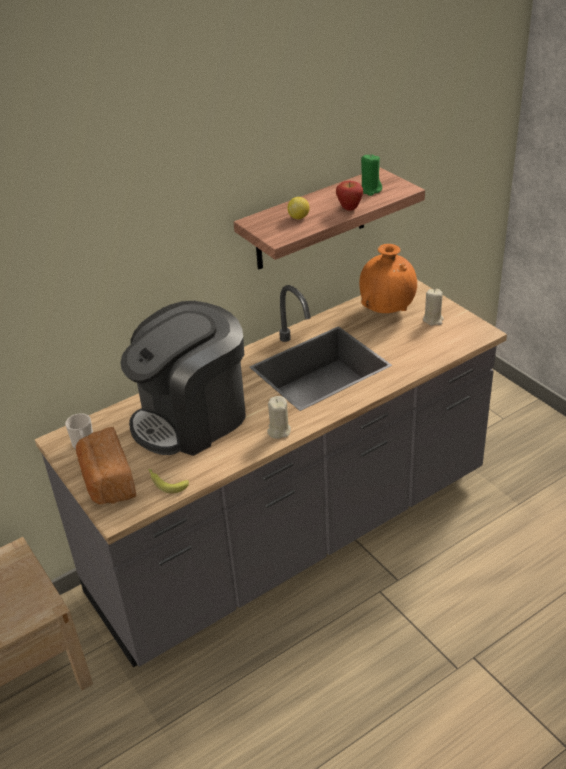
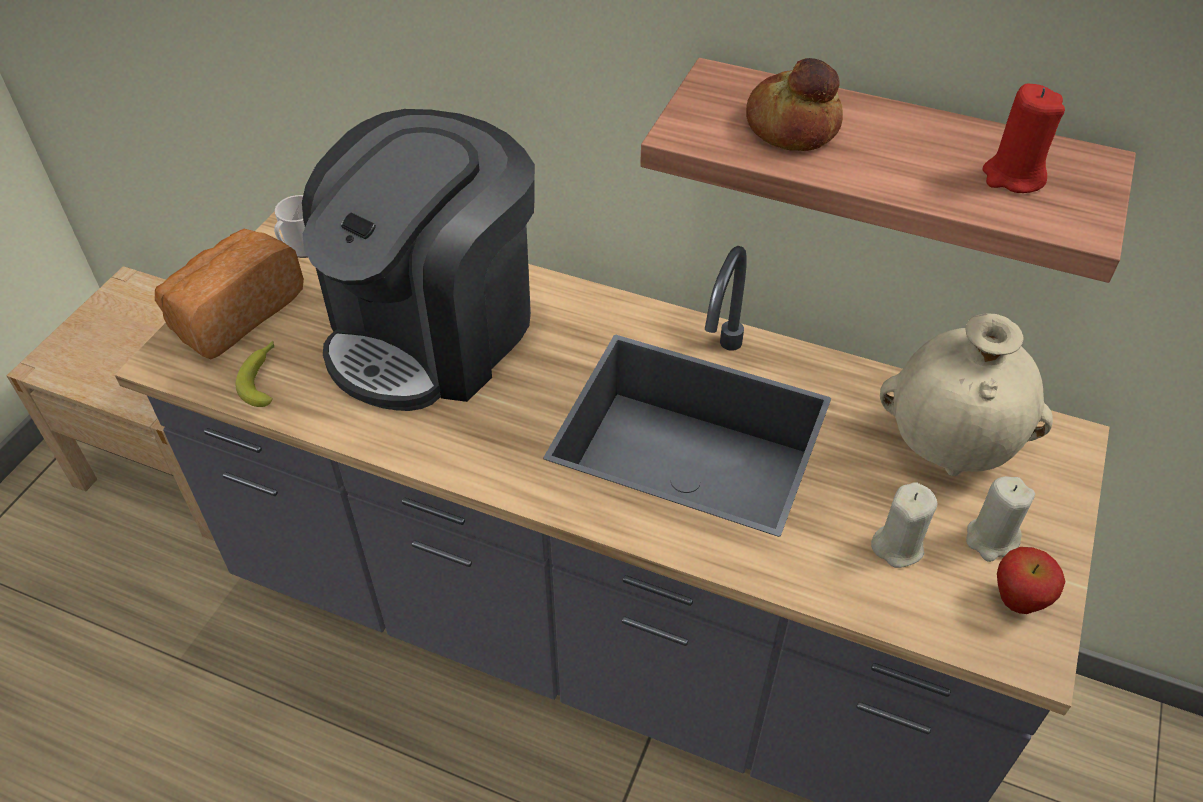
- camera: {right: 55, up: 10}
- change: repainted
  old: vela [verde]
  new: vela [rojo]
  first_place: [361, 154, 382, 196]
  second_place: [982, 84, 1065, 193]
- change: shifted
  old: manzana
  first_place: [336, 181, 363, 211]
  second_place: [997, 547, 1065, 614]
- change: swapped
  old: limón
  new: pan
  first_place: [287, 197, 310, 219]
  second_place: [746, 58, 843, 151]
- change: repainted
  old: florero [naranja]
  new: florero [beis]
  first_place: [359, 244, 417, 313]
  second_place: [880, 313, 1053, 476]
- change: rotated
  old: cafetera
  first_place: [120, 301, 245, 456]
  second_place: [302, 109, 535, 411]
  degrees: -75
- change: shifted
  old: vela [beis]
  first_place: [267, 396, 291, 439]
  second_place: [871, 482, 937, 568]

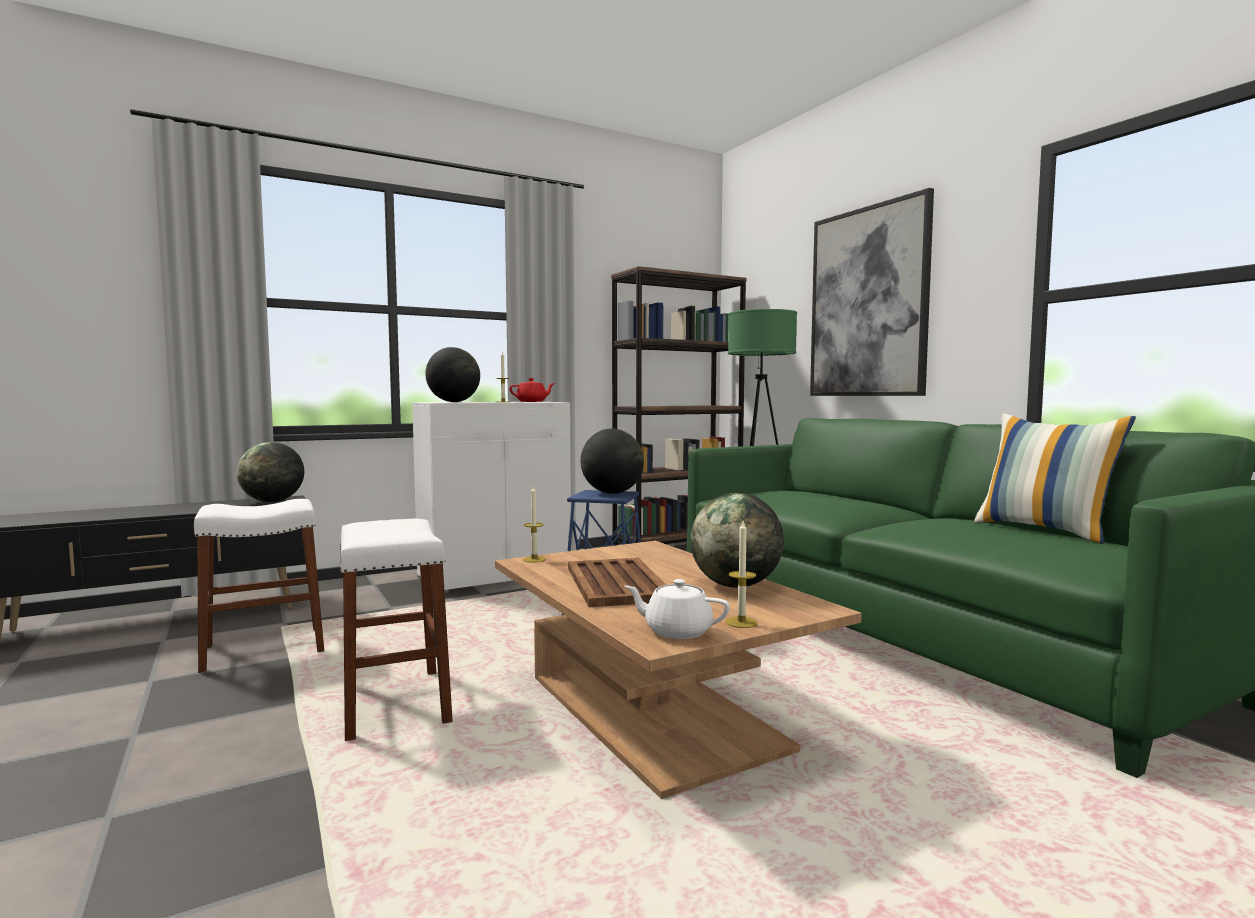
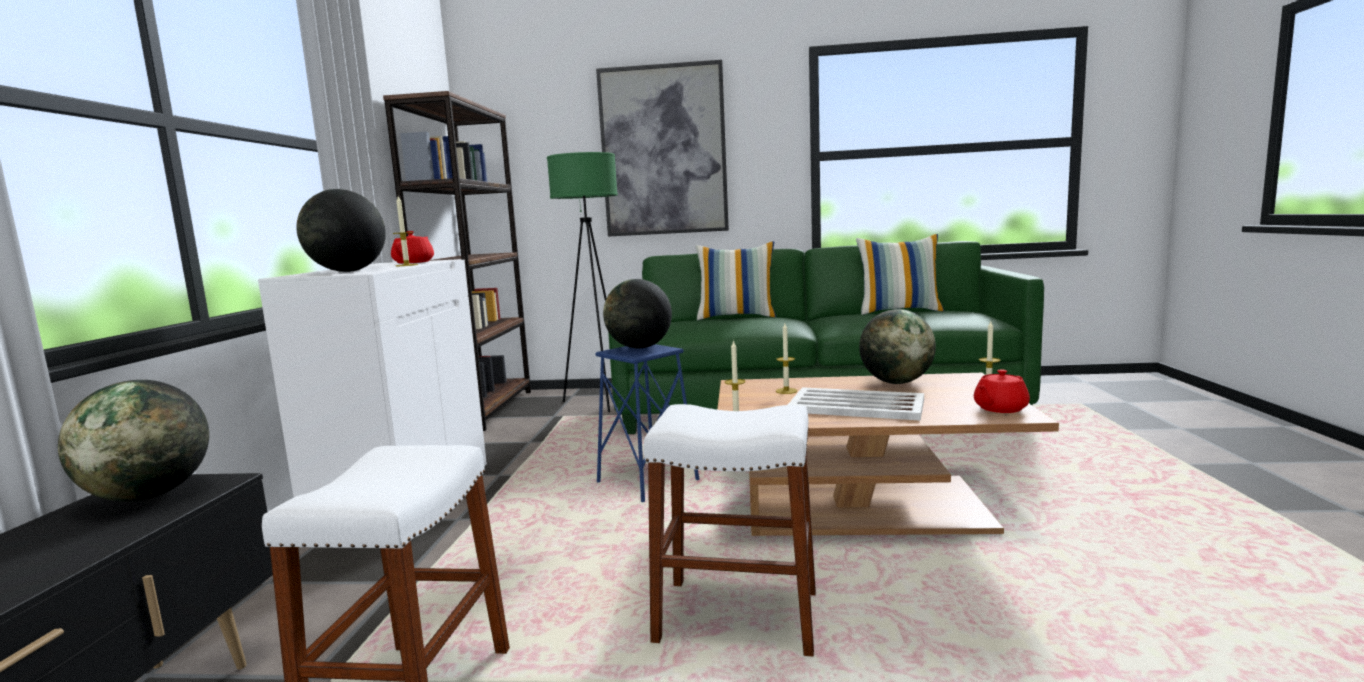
- camera: {right: -55, up: 5}
- change: repainted
  old: bandeja [marrón]
  new: bandeja [blanco]
  first_place: [568, 558, 666, 607]
  second_place: [788, 387, 924, 421]
- change: repainted
  old: tetera [blanco]
  new: tetera [rojo]
  first_place: [624, 579, 730, 639]
  second_place: [974, 369, 1030, 413]
- change: new
  new: cojín
  second_place: [696, 241, 776, 320]
- change: new
  new: vela
  second_place: [776, 323, 797, 394]

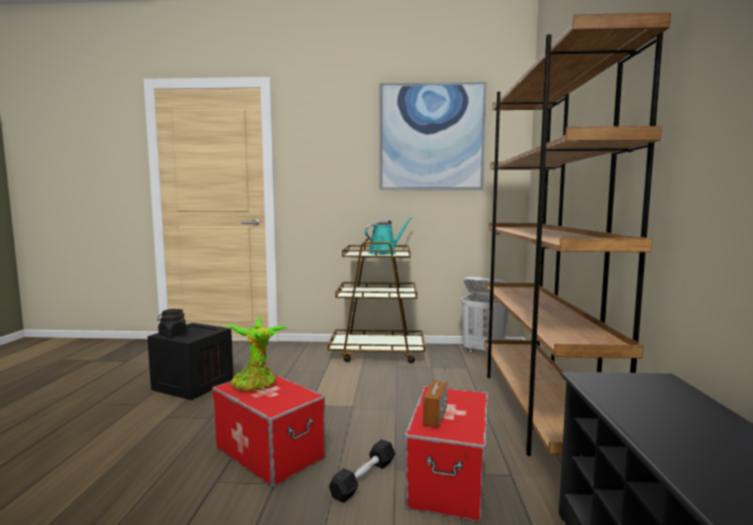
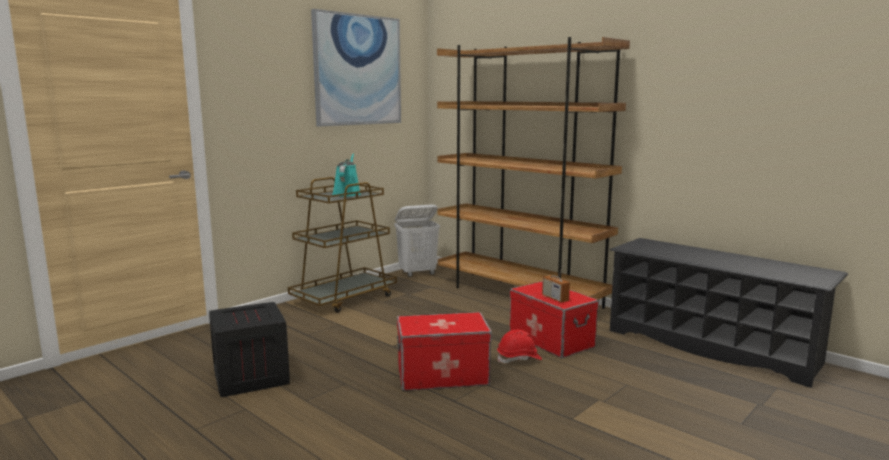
- camera: {right: -50, up: 5}
- change: gone
  old: tarro [negro]
  first_place: [157, 309, 186, 337]
- change: gone
  old: planta en maceta
  first_place: [225, 316, 287, 391]
- change: swapped
  old: mancuerna [negro]
  new: casco [rojo]
  first_place: [329, 439, 395, 503]
  second_place: [497, 329, 542, 363]

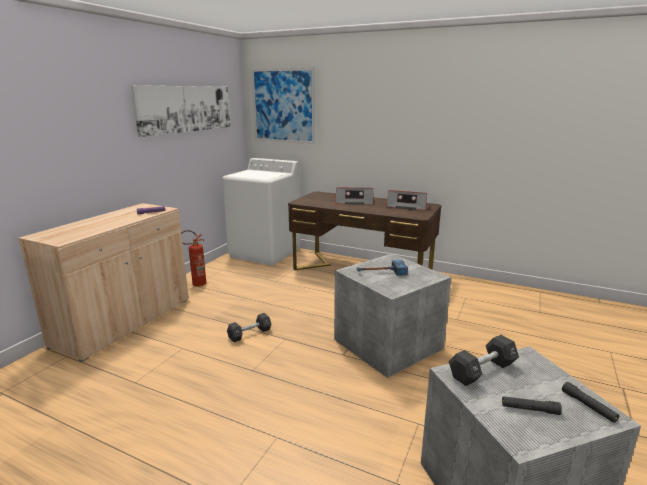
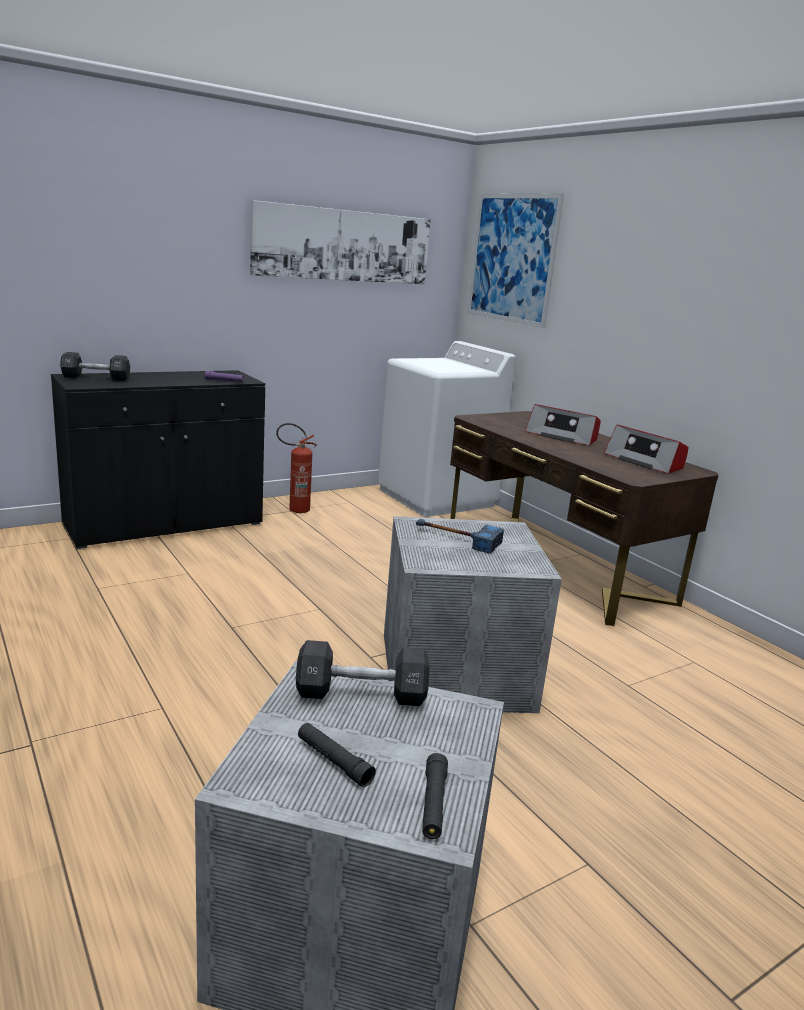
- camera: {right: 30, up: 0}
- change: repainted
  old: armario [beis]
  new: armario [negro]
  first_place: [18, 203, 189, 362]
  second_place: [51, 370, 265, 549]
- change: shifted
  old: mancuerna [negro]
  first_place: [227, 313, 271, 342]
  second_place: [60, 352, 130, 381]

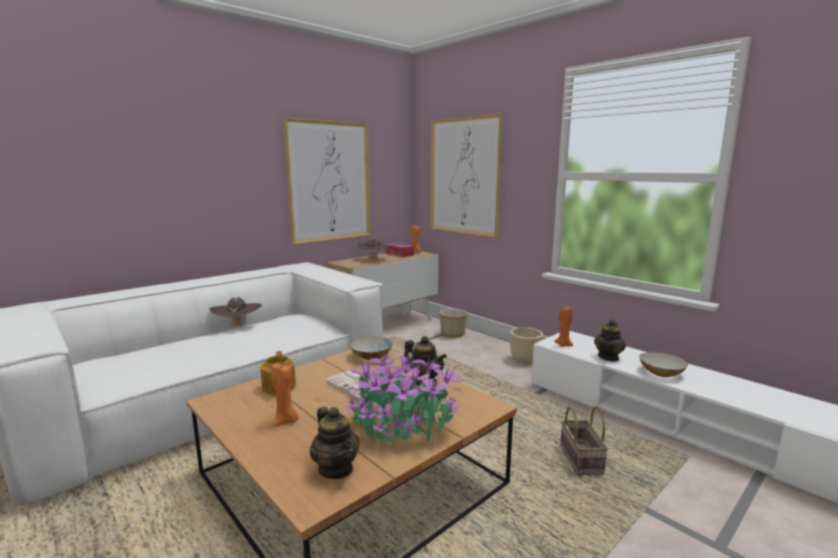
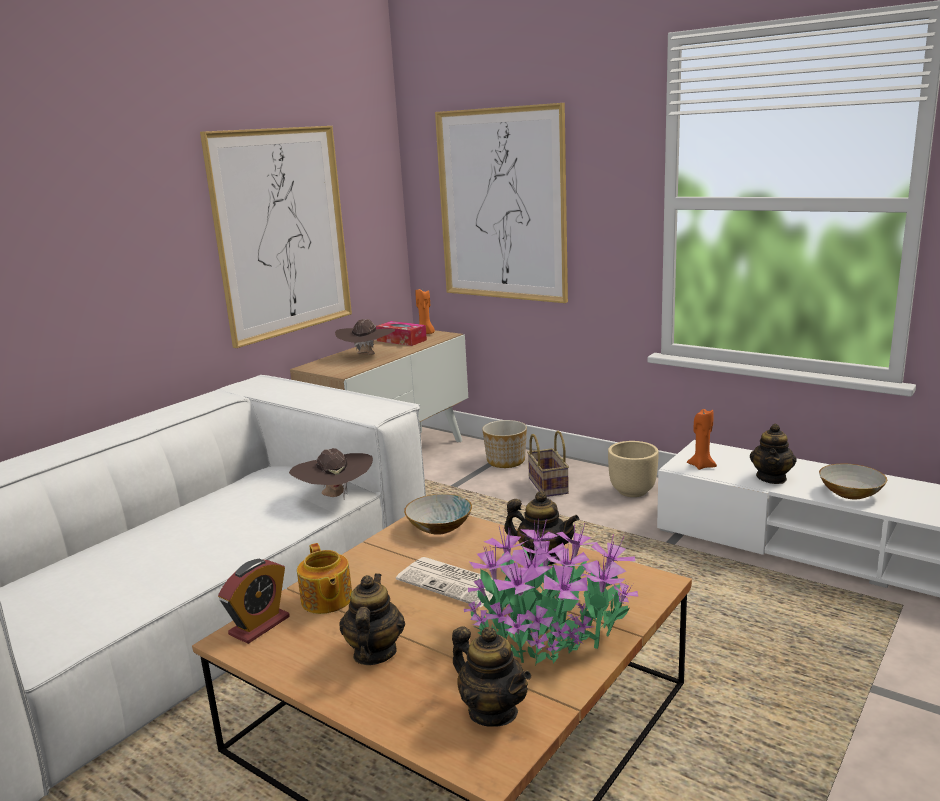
- camera: {right: -10, up: 5}
- change: shifted
  old: sombrero [marrón]
  first_place: [209, 297, 262, 328]
  second_place: [289, 448, 373, 500]
- change: swapped
  old: vela [naranja]
  new: tetera
  first_place: [271, 363, 299, 427]
  second_place: [339, 573, 405, 665]
- change: shifted
  old: cesta
  first_place: [560, 406, 608, 475]
  second_place: [527, 431, 569, 497]
- change: new
  new: despertador
  second_place: [218, 559, 290, 644]

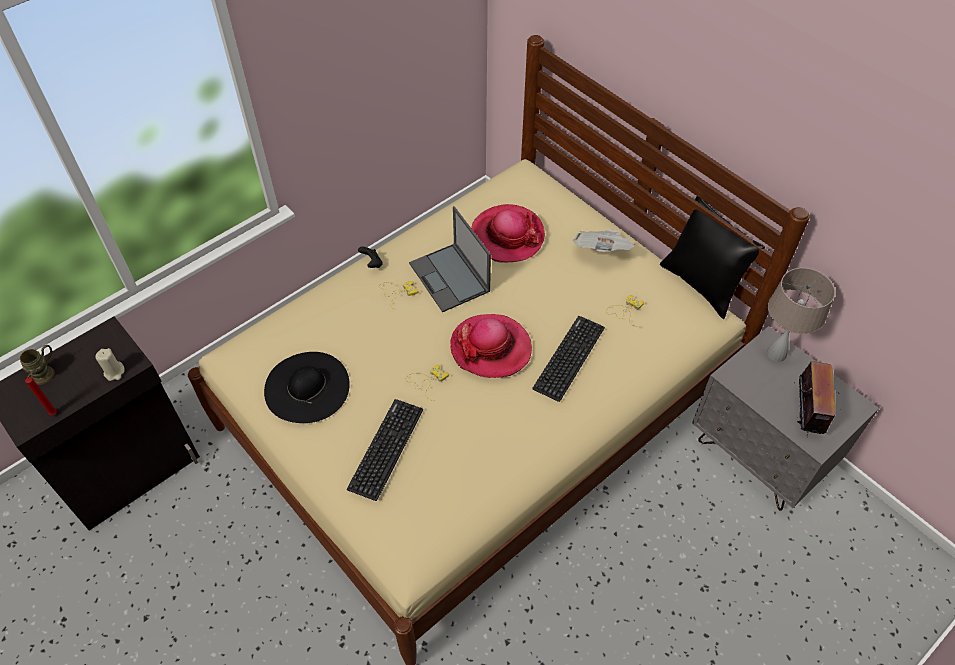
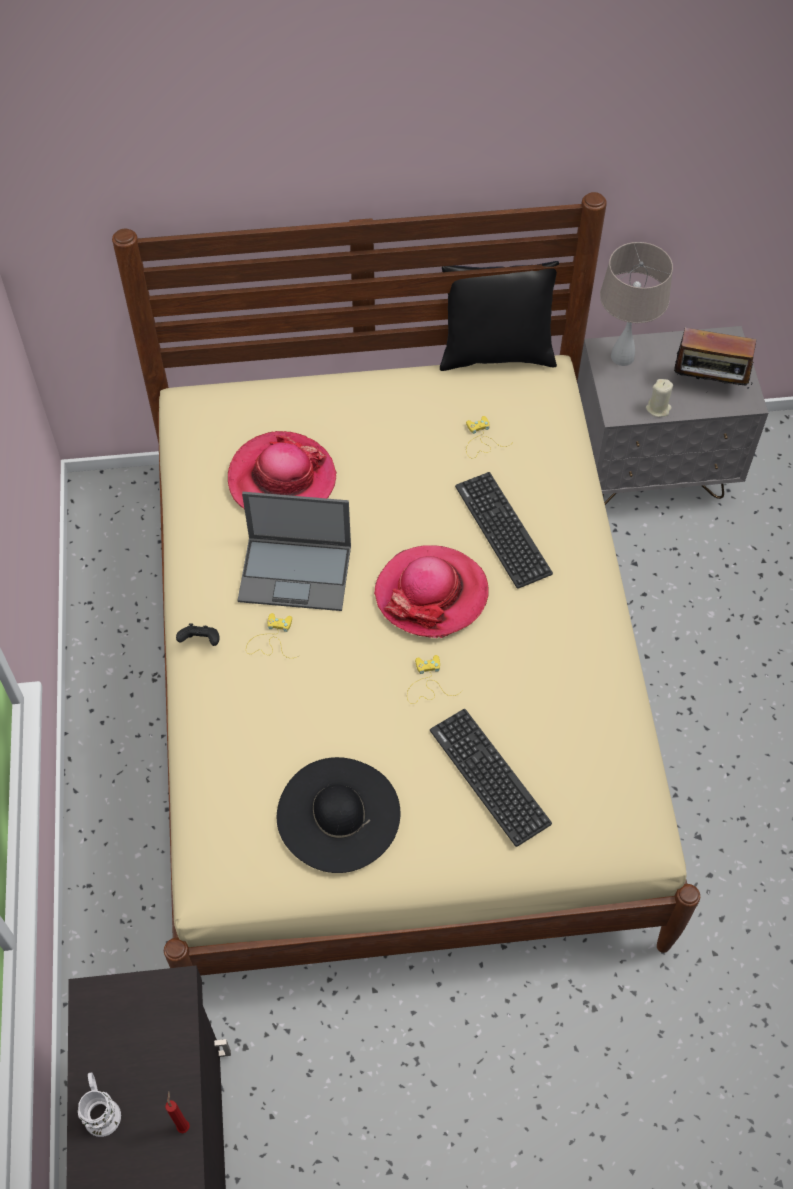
- camera: {right: -55, up: 5}
- change: gone
  old: periódico
  first_place: [573, 229, 635, 252]
- change: repainted
  old: taza grande [marrón]
  new: taza grande [blanco]
  first_place: [20, 345, 55, 385]
  second_place: [78, 1072, 121, 1137]
- change: shifted
  old: vela [beis]
  first_place: [95, 348, 125, 381]
  second_place: [646, 379, 673, 417]
- change: rotated
  old: radio
  first_place: [794, 361, 839, 435]
  second_place: [674, 327, 756, 388]
  degrees: 150

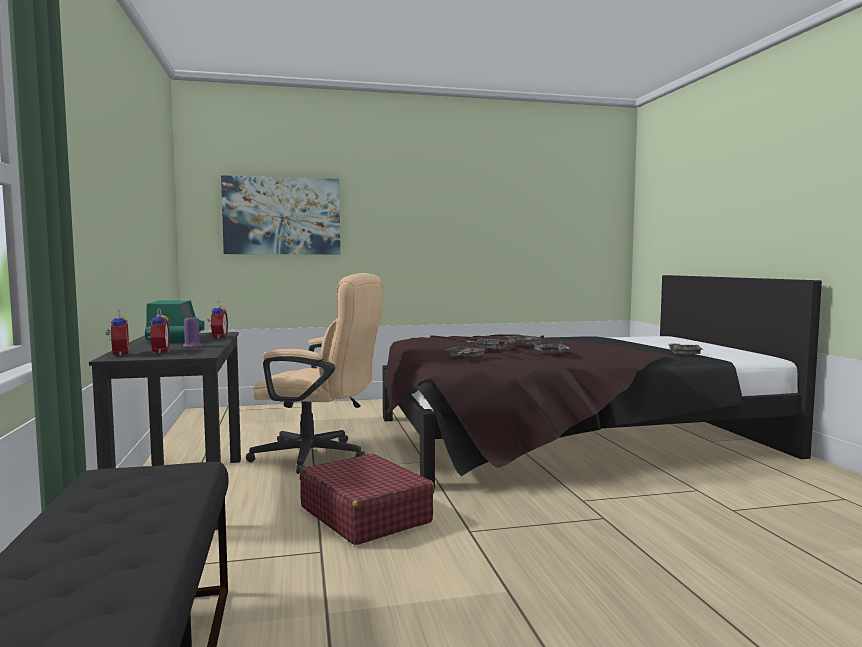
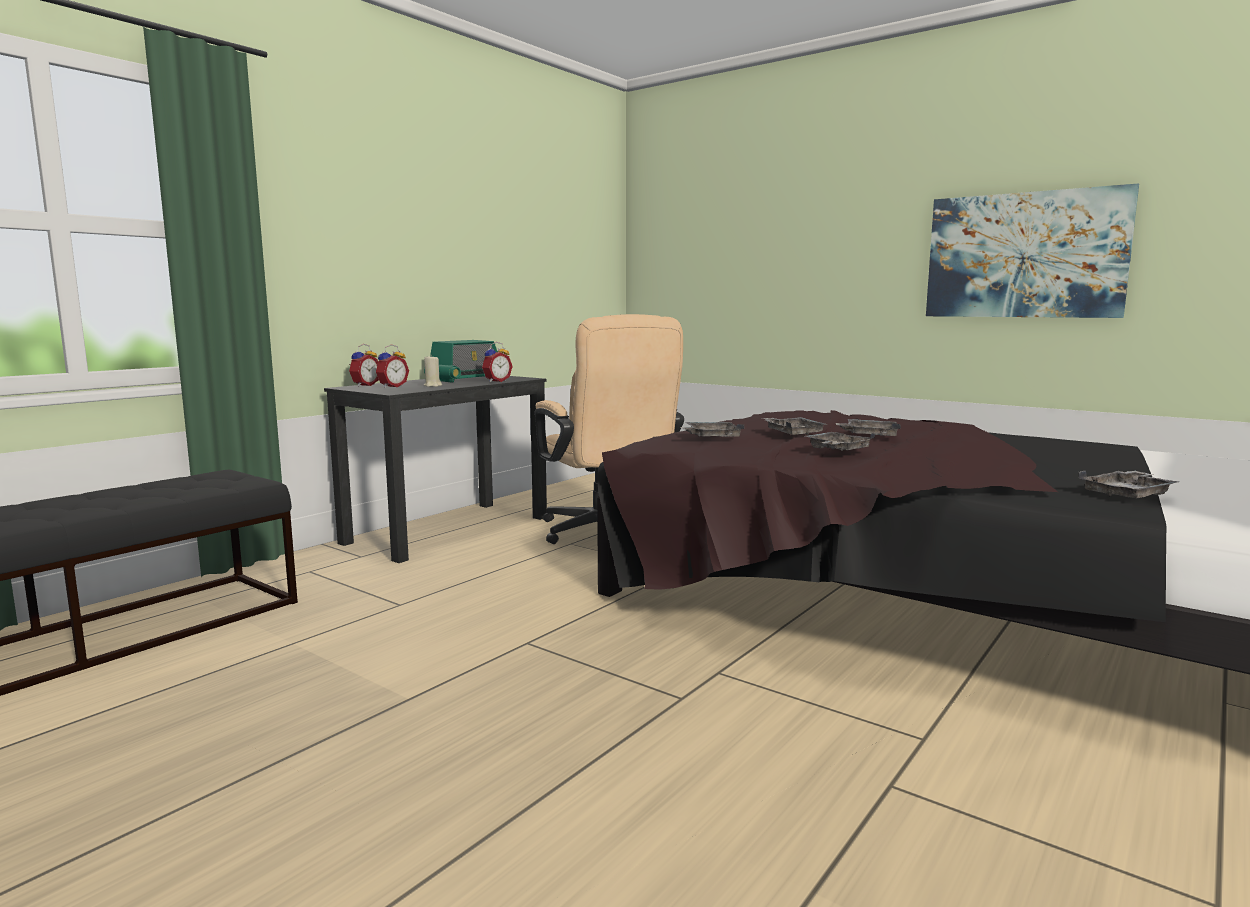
- camera: {right: 50, up: 5}
- change: shifted
  old: cuadro
  first_place: [221, 175, 340, 254]
  second_place: [926, 184, 1139, 318]
- change: repainted
  old: vela [morado]
  new: vela [beis]
  first_place: [183, 316, 203, 348]
  second_place: [424, 355, 442, 387]
- change: gone
  old: maleta [rojo]
  first_place: [300, 453, 434, 545]

